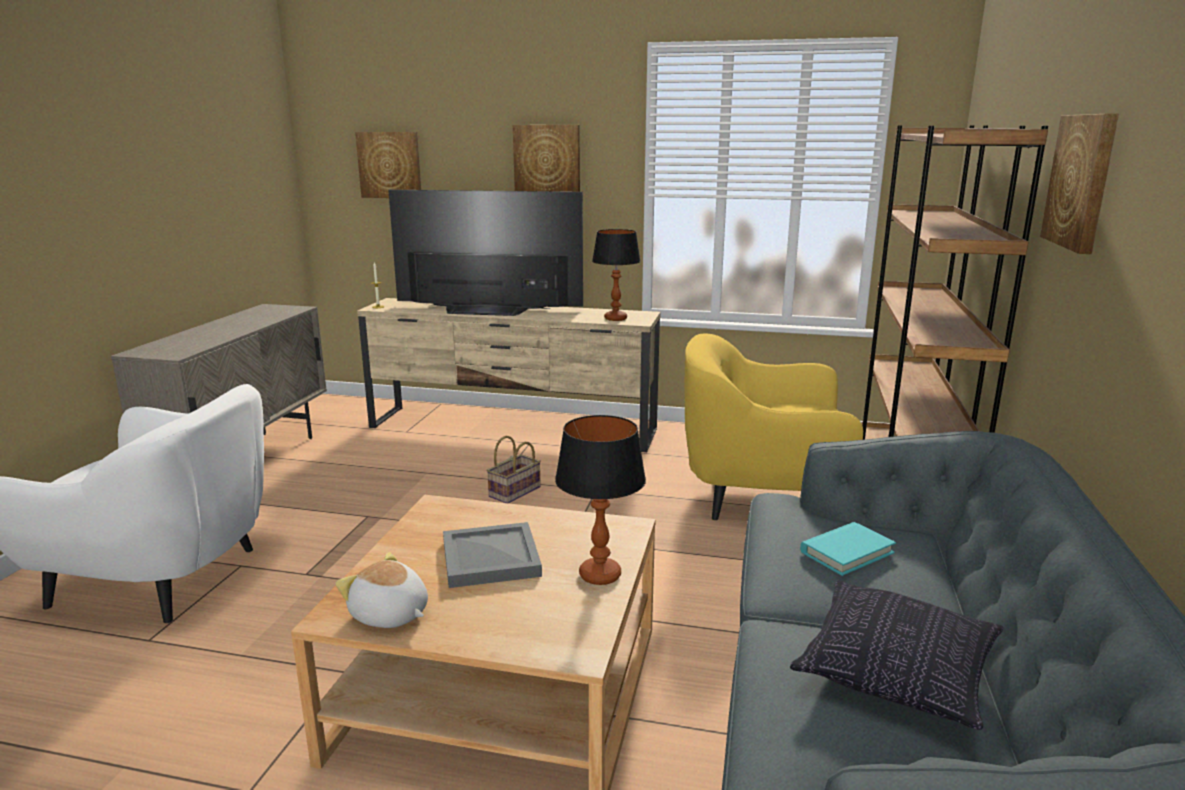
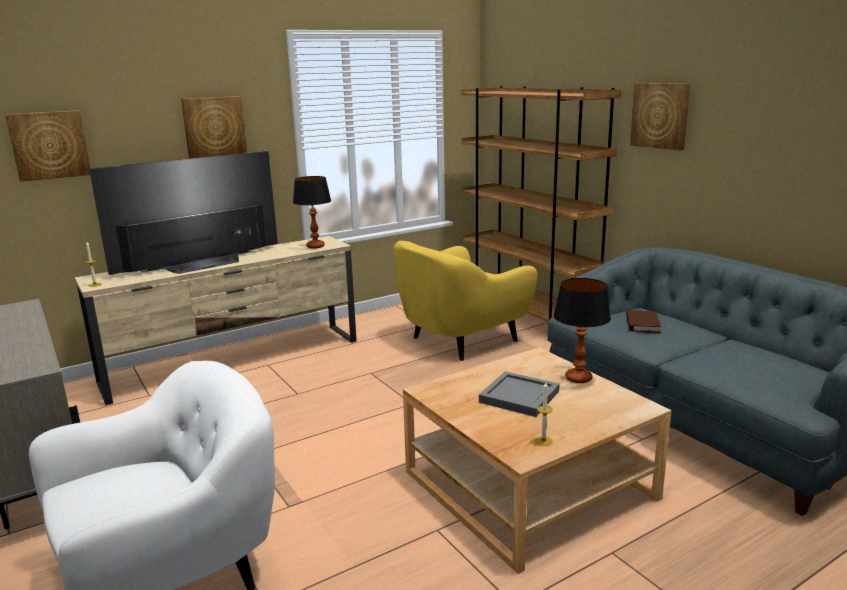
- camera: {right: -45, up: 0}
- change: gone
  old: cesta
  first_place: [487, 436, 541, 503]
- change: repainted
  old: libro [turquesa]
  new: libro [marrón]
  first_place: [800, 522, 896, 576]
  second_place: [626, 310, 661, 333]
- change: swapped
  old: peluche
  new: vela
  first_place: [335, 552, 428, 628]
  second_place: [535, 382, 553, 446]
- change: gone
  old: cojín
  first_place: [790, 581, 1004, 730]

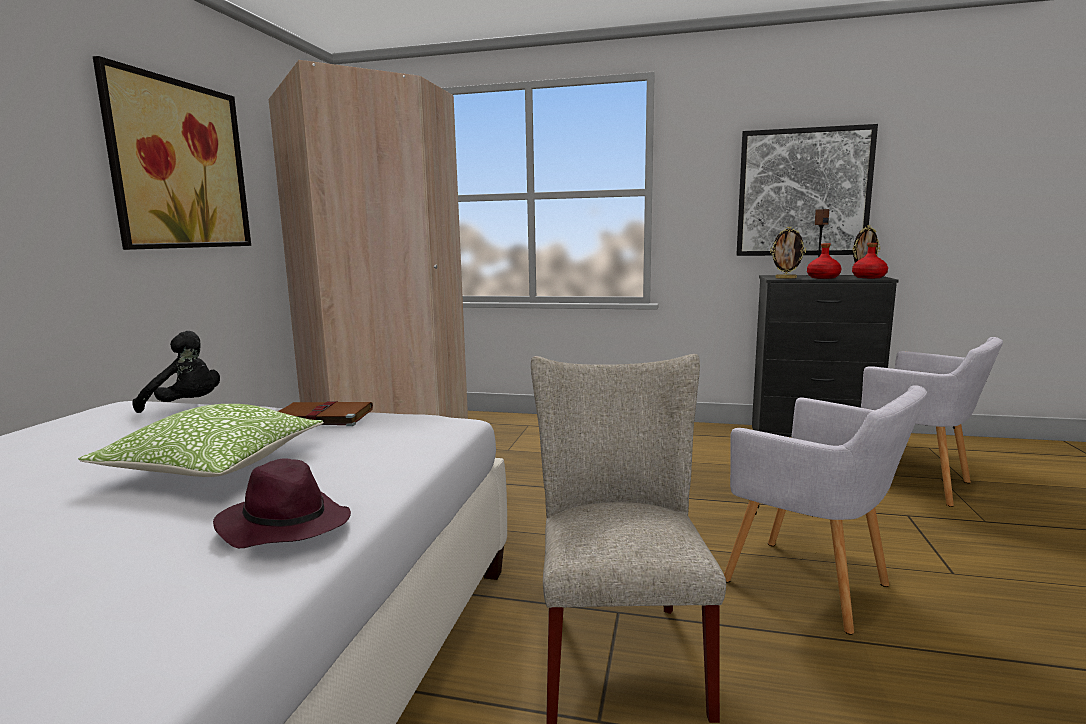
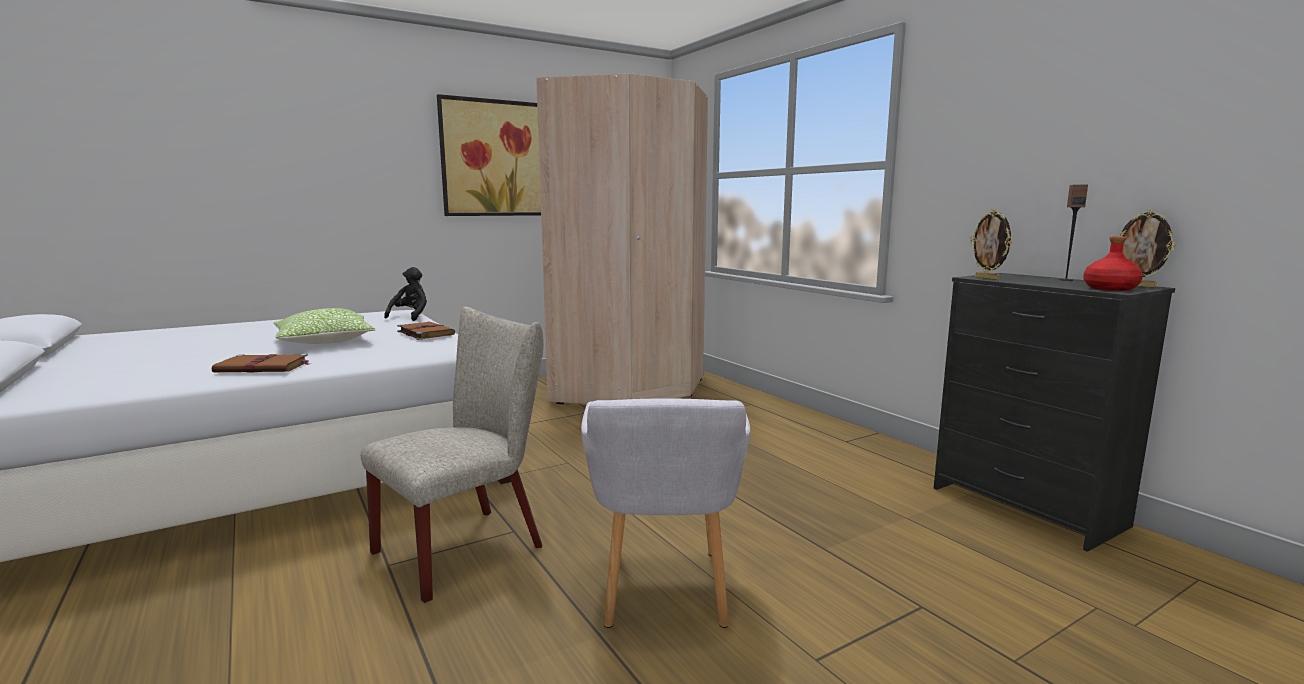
- camera: {right: 45, up: 0}
- change: gone
  old: cuadro
  first_place: [736, 124, 878, 256]
- change: gone
  old: botella [rojo]
  first_place: [807, 243, 841, 279]
- change: rotated
  old: peluche [negro]
  first_place: [132, 331, 220, 413]
  second_place: [384, 267, 427, 321]
  degrees: -135
- change: gone
  old: sillón [gris]
  first_place: [861, 337, 1003, 507]
- change: swapped
  old: sombrero [morado]
  new: libro [marrón]
  first_place: [213, 458, 351, 548]
  second_place: [211, 354, 310, 372]

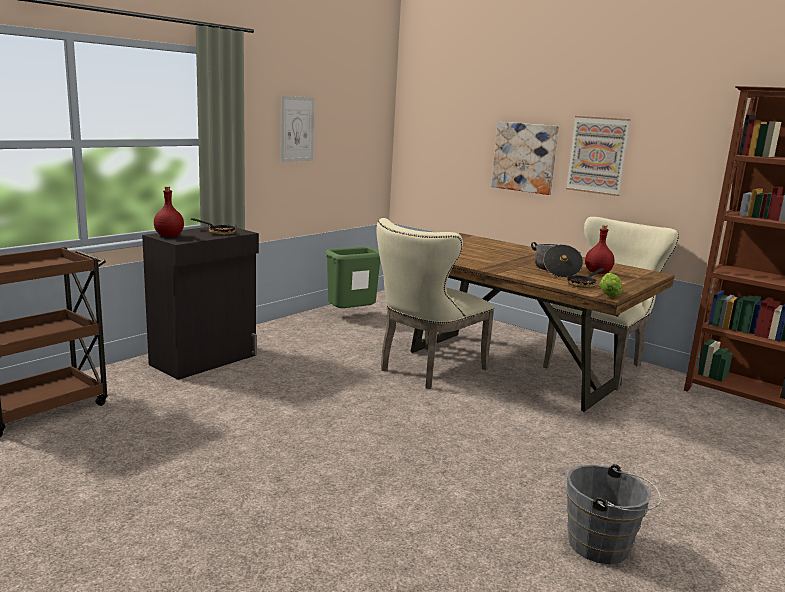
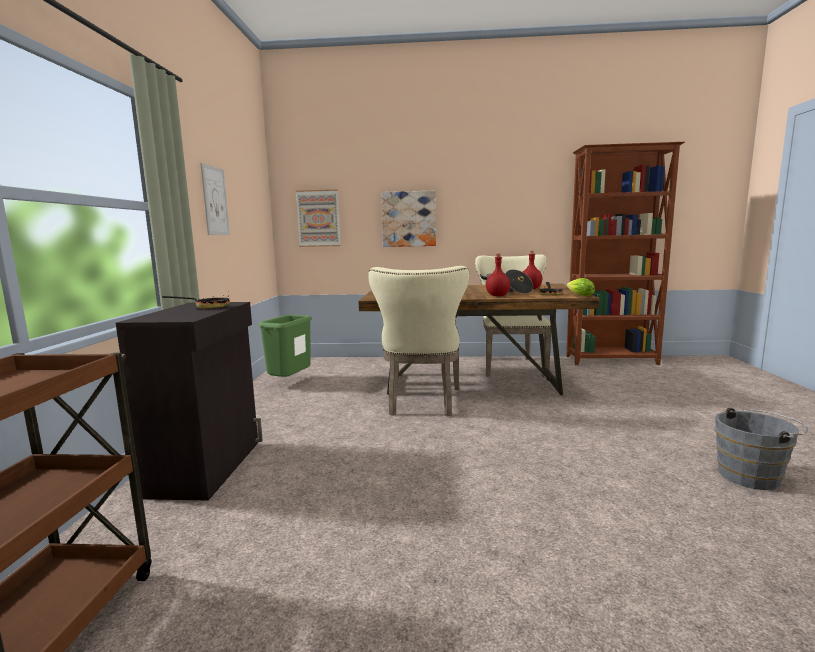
- camera: {right: -35, up: -5}
- change: shifted
  old: cuadro
  first_place: [566, 116, 631, 196]
  second_place: [296, 189, 341, 247]
- change: shifted
  old: botella [rojo]
  first_place: [154, 186, 184, 237]
  second_place: [486, 254, 510, 296]

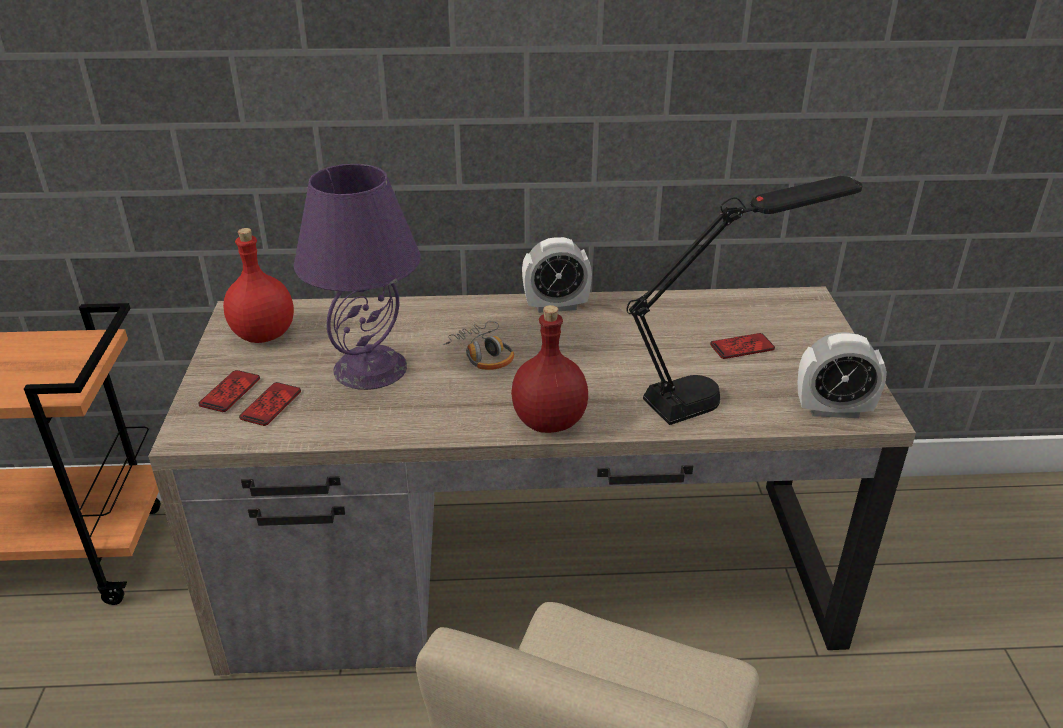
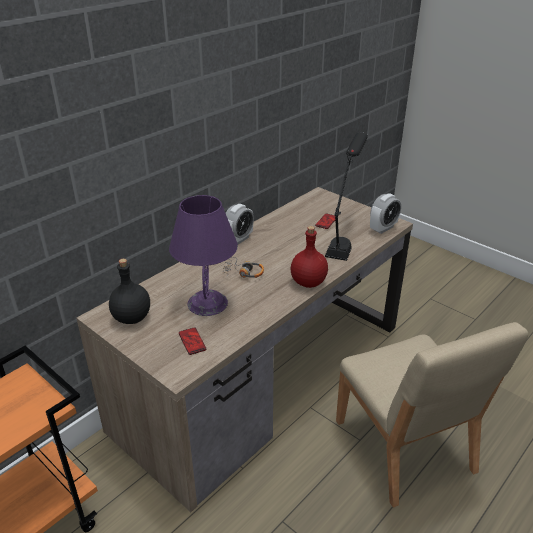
- camera: {right: -45, up: 0}
- change: repainted
  old: botella [rojo]
  new: botella [negro]
  first_place: [223, 228, 294, 343]
  second_place: [109, 259, 150, 324]
- change: gone
  old: móvil
  first_place: [198, 370, 260, 412]

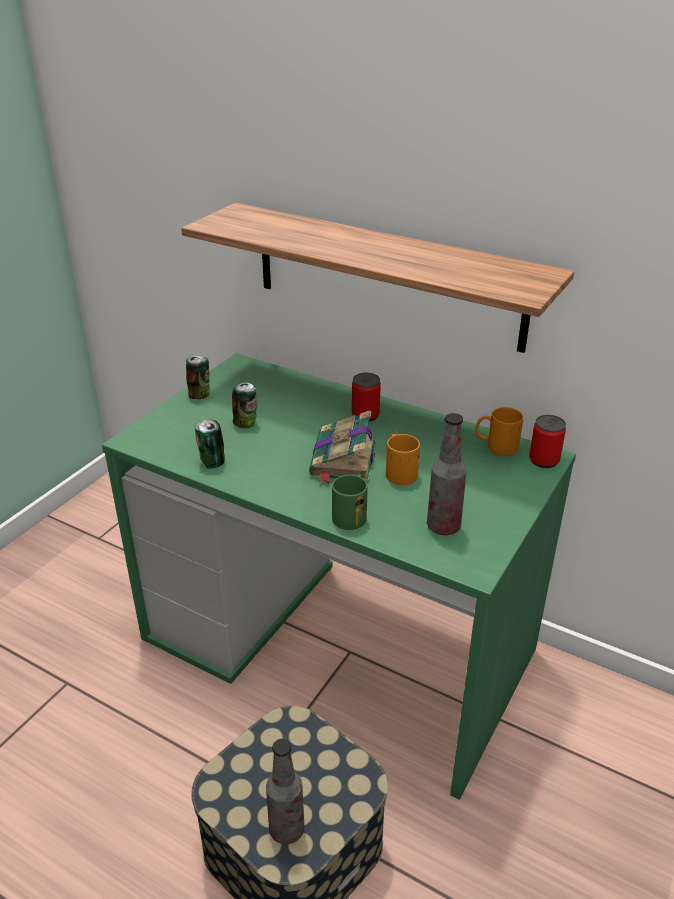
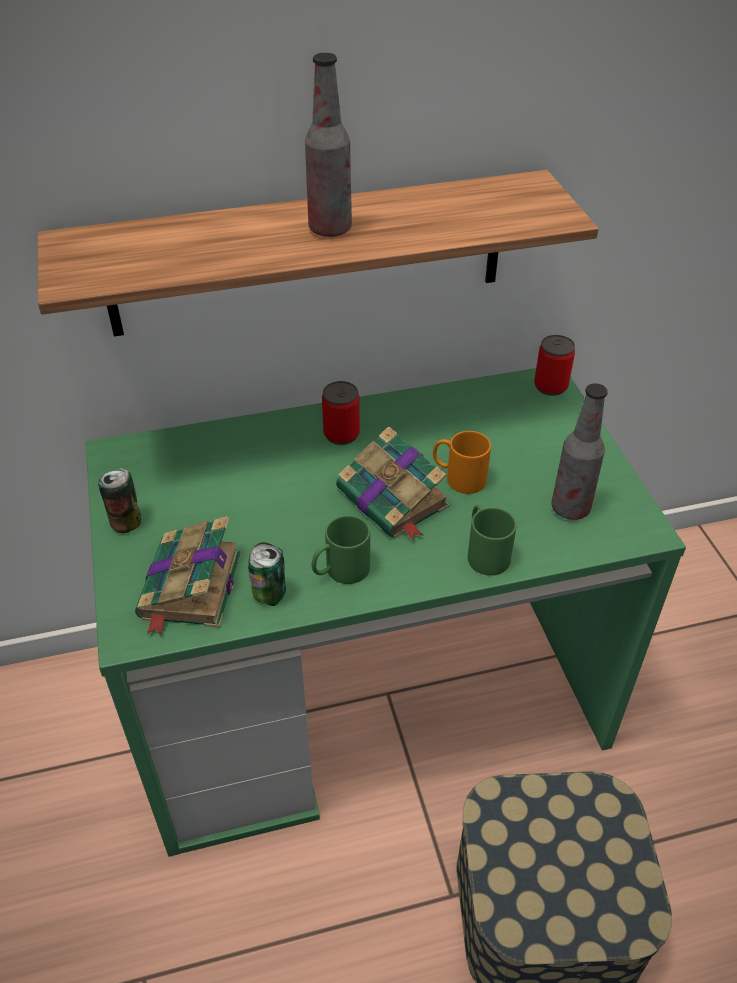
- camera: {right: -45, up: 10}
- change: gone
  old: lata
  first_place: [232, 382, 257, 428]
- change: gone
  old: taza grande [naranja]
  first_place: [475, 407, 523, 456]
- change: shifted
  old: botella
  first_place: [266, 739, 304, 844]
  second_place: [305, 53, 352, 237]
- change: new
  new: taza grande [verde]
  second_place: [312, 515, 370, 584]
- change: new
  new: libro
  second_place: [135, 516, 241, 635]

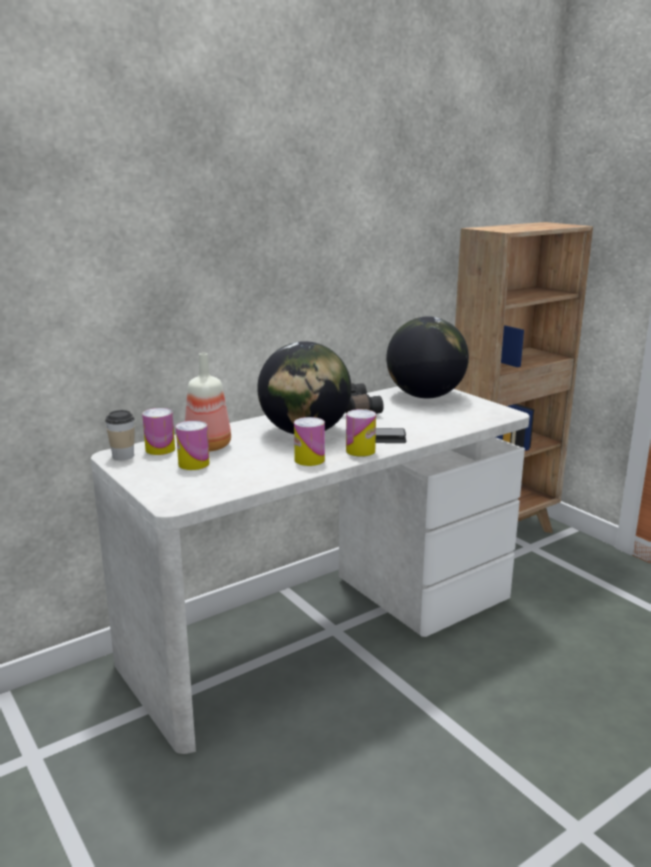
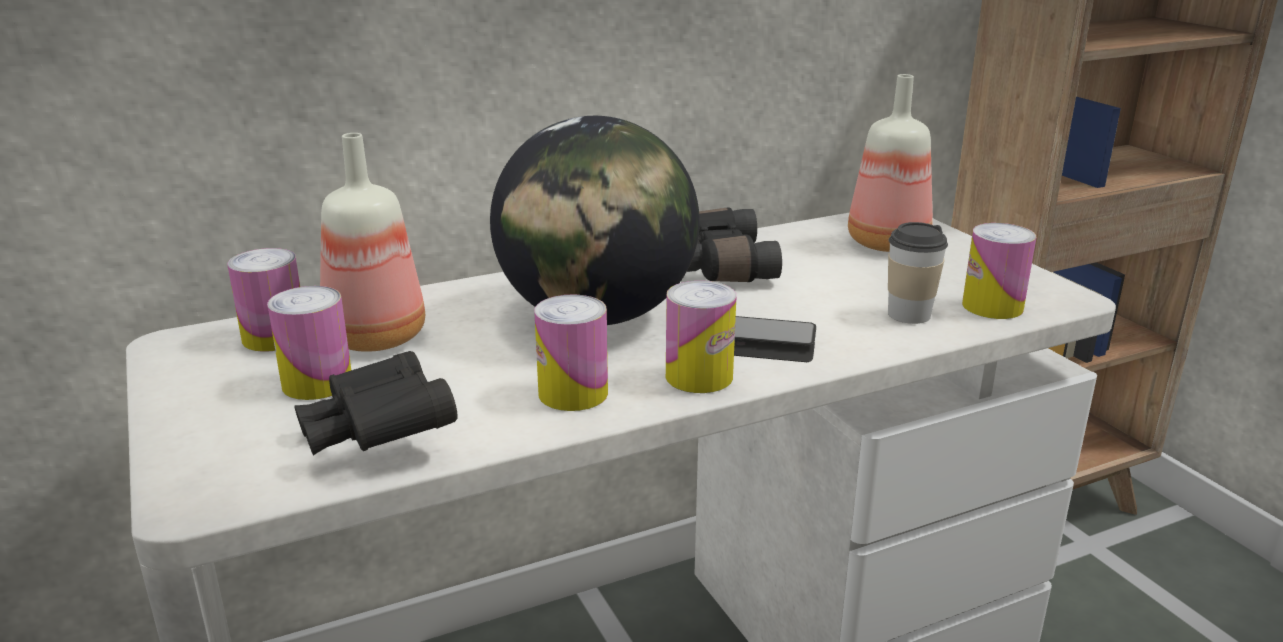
- camera: {right: 10, up: 5}
- change: swapped
  old: globo terráqueo
  new: botella
  first_place: [386, 316, 469, 399]
  second_place: [848, 74, 933, 252]
- change: shifted
  old: taza
  first_place: [105, 410, 134, 460]
  second_place: [888, 222, 948, 324]
- change: new
  new: lata
  second_place: [962, 223, 1036, 319]
- change: new
  new: prismáticos [negro]
  second_place: [294, 351, 458, 455]

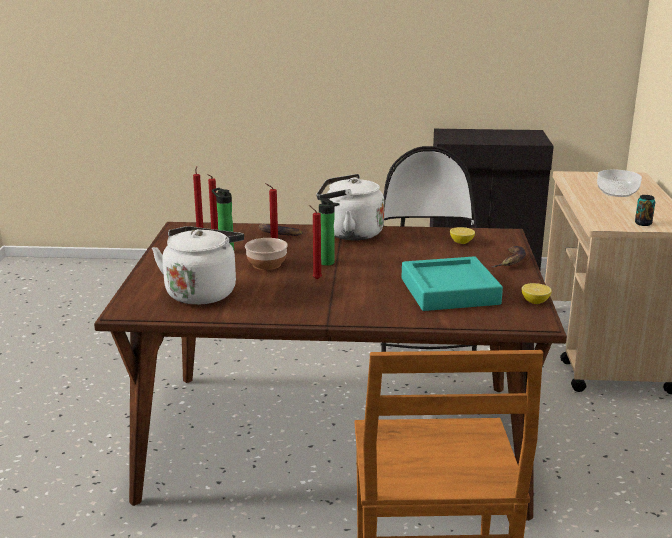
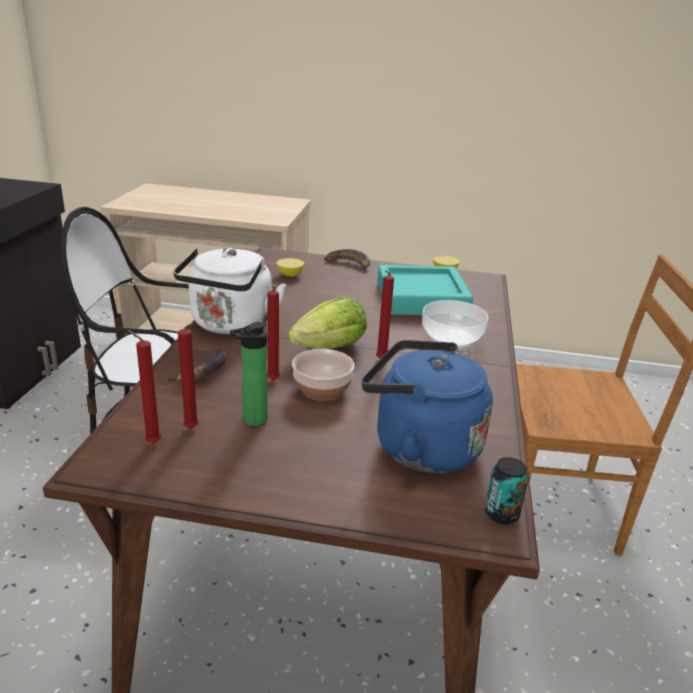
- camera: {right: -85, up: 5}
- change: shifted
  old: cuenco
  first_place: [597, 170, 642, 197]
  second_place: [422, 300, 489, 348]
- change: shifted
  old: lata
  first_place: [635, 195, 655, 226]
  second_place: [485, 457, 529, 524]
- change: swapped
  old: botella
  new: lechuga
  first_place: [319, 198, 339, 266]
  second_place: [288, 297, 367, 349]
- change: repainted
  old: hervidor [blanco]
  new: hervidor [azul]
  first_place: [152, 226, 244, 305]
  second_place: [362, 340, 493, 473]

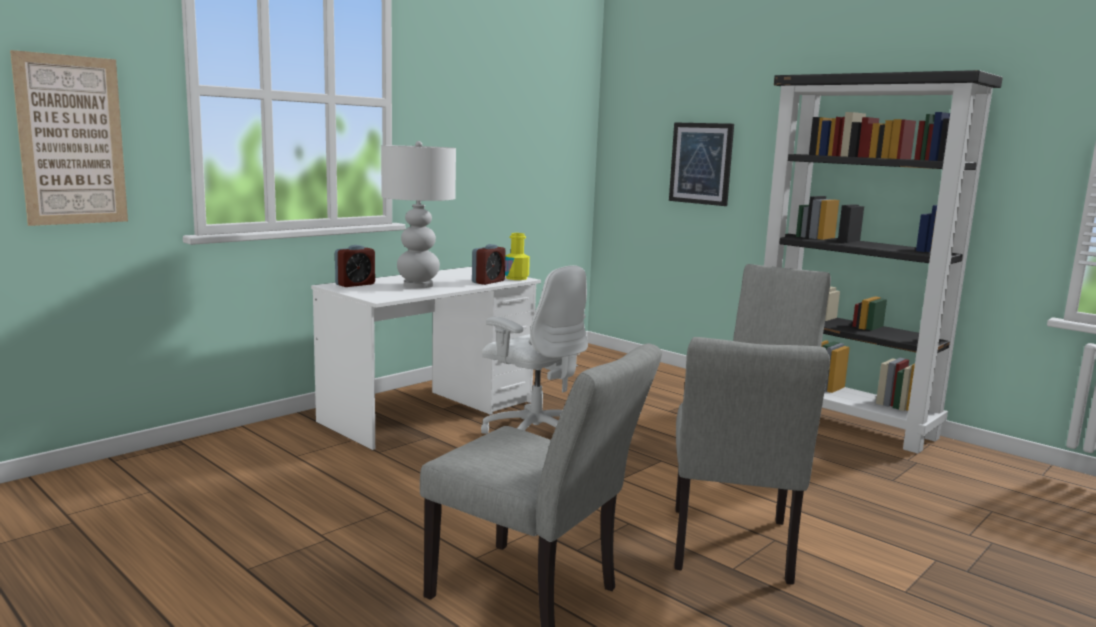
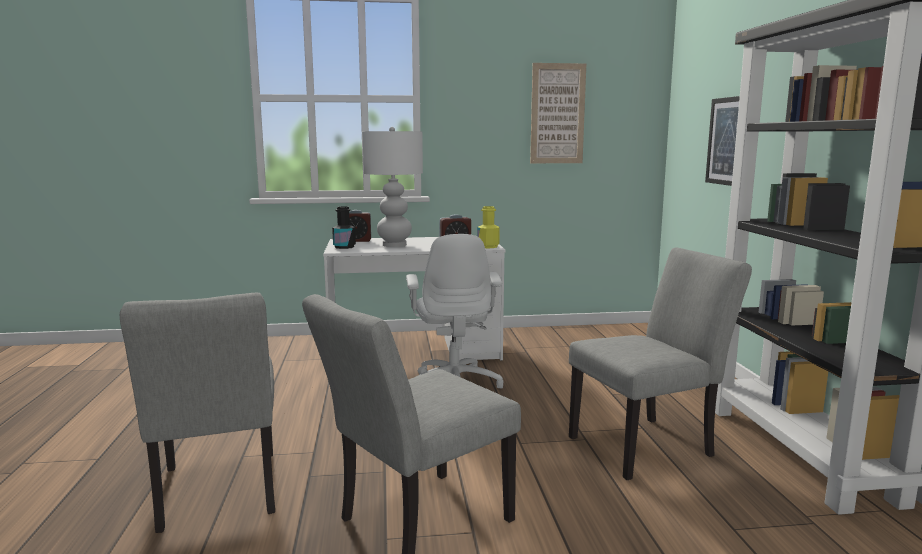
- camera: {right: 40, up: 0}
- change: shifted
  old: cuadro
  first_place: [10, 50, 128, 226]
  second_place: [530, 63, 586, 163]
- change: new
  new: botella [negro]
  second_place: [332, 206, 356, 249]

